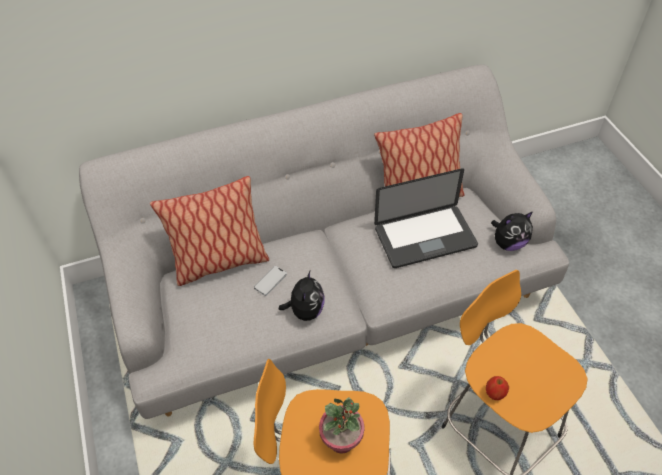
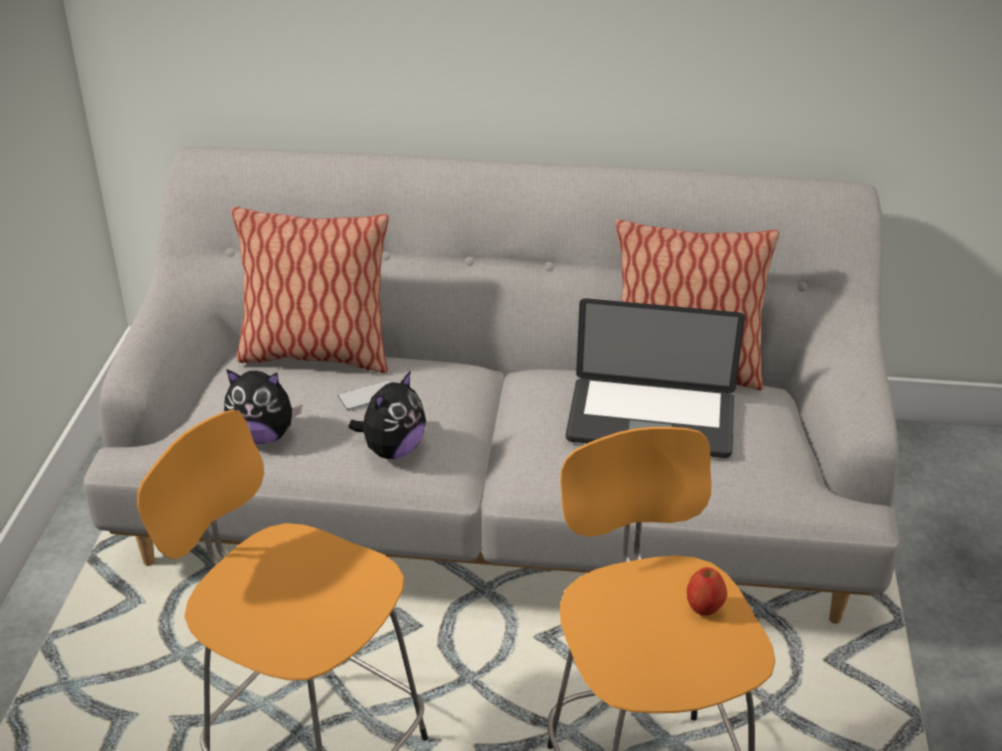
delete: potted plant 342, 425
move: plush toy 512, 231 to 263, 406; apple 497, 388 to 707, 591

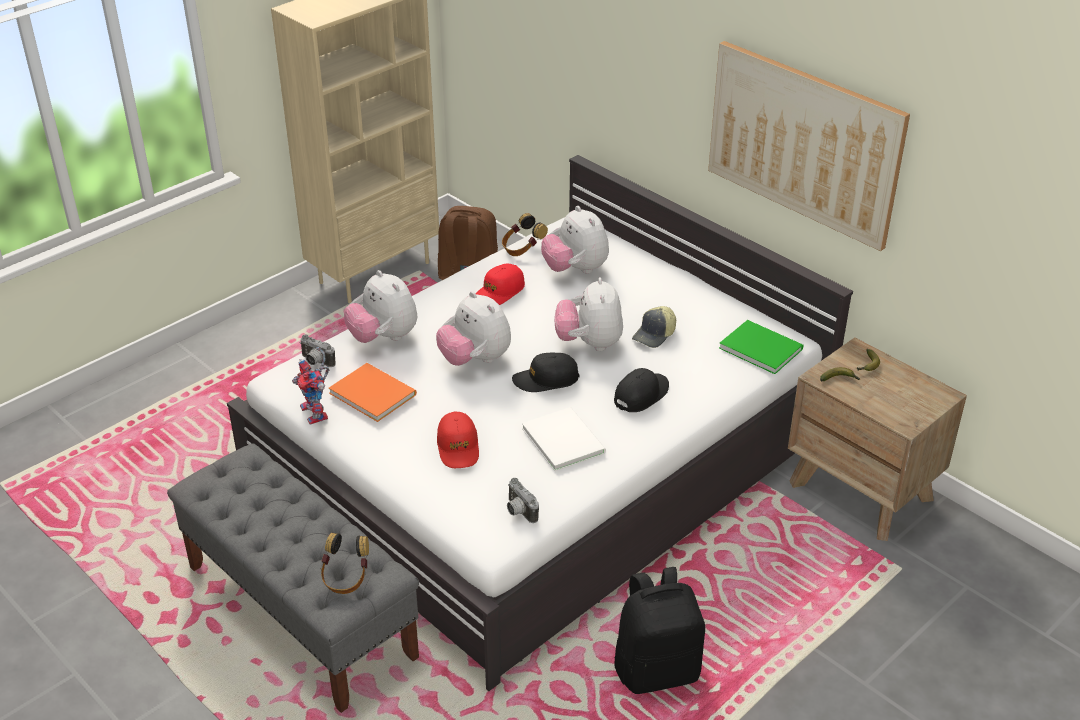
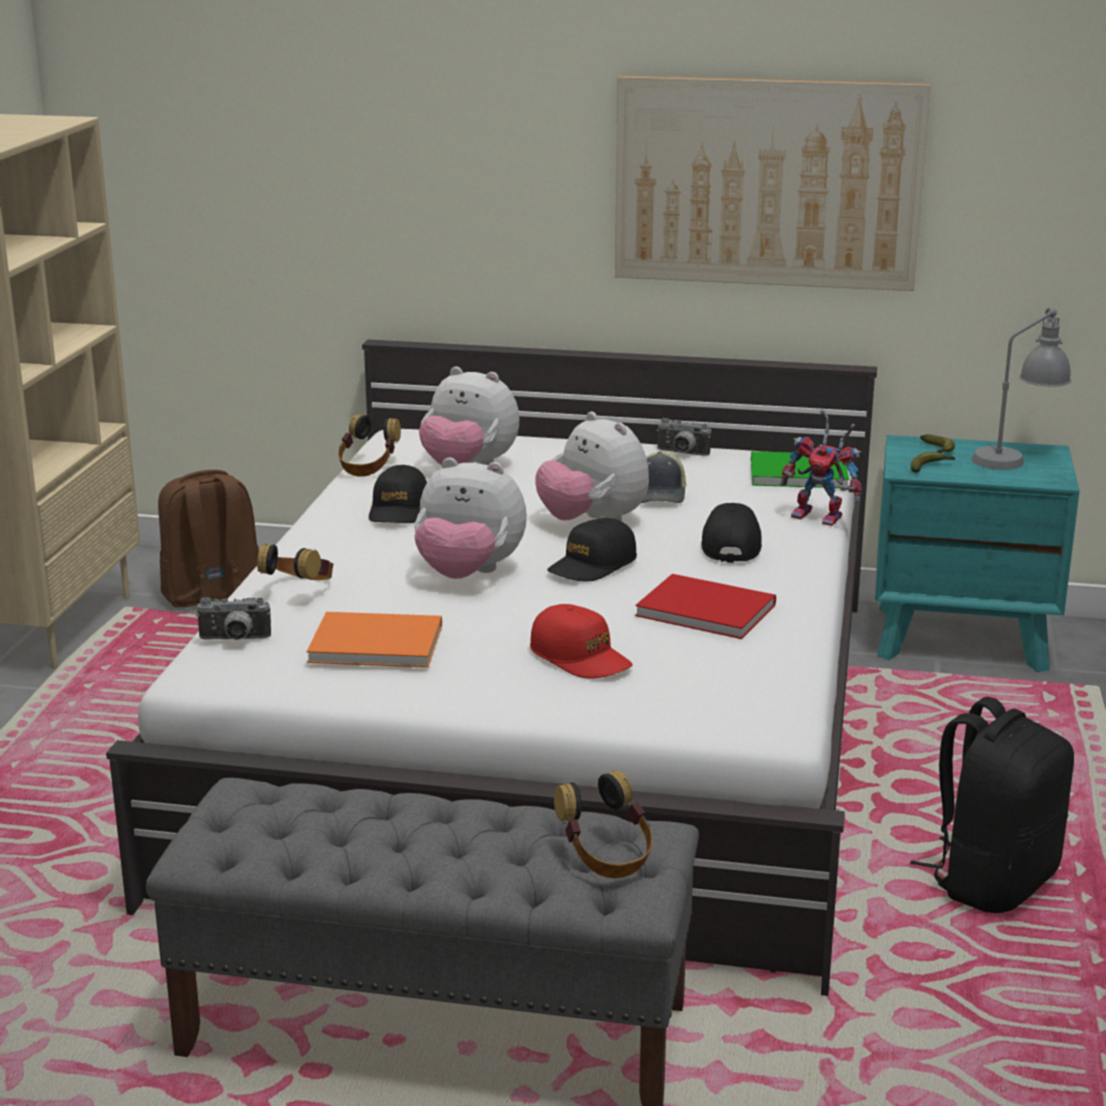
insert: grey table lamp 1022, 389
move: photo camera 523, 500 to 684, 437; toy robot 310, 386 to 821, 467
replace: plush toy 380, 306 to headphones 295, 562
recolor: red cap 500, 284 to black cap 398, 494; white book 564, 439 to red book 705, 606; brown nightstand 877, 439 to turquoise nightstand 977, 554

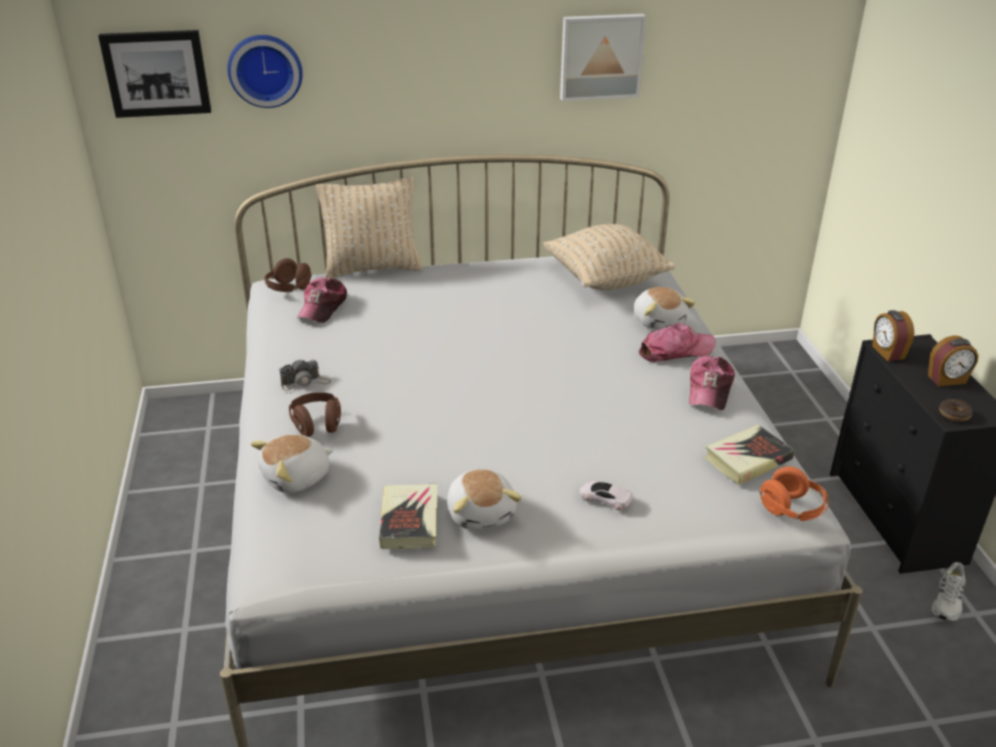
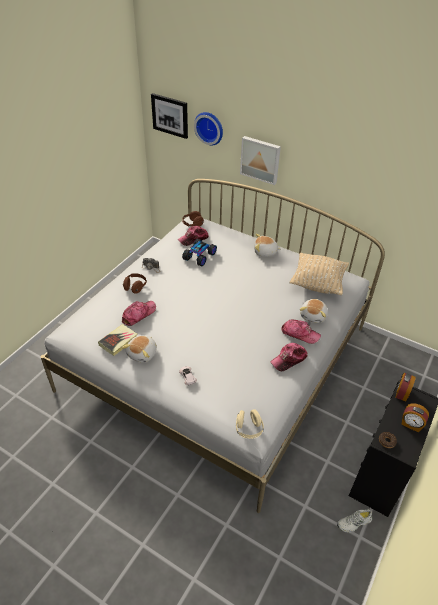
delete: beige pillow 369, 227; book 749, 455
insert: cap 139, 313; toy car 199, 253
move: picture 603, 57 to 260, 160; plush toy 291, 463 to 267, 245
recolor: orange headphones 794, 494 to beige headphones 250, 424

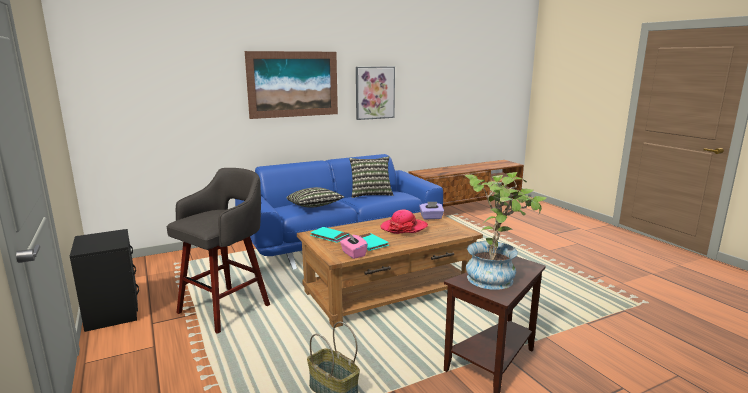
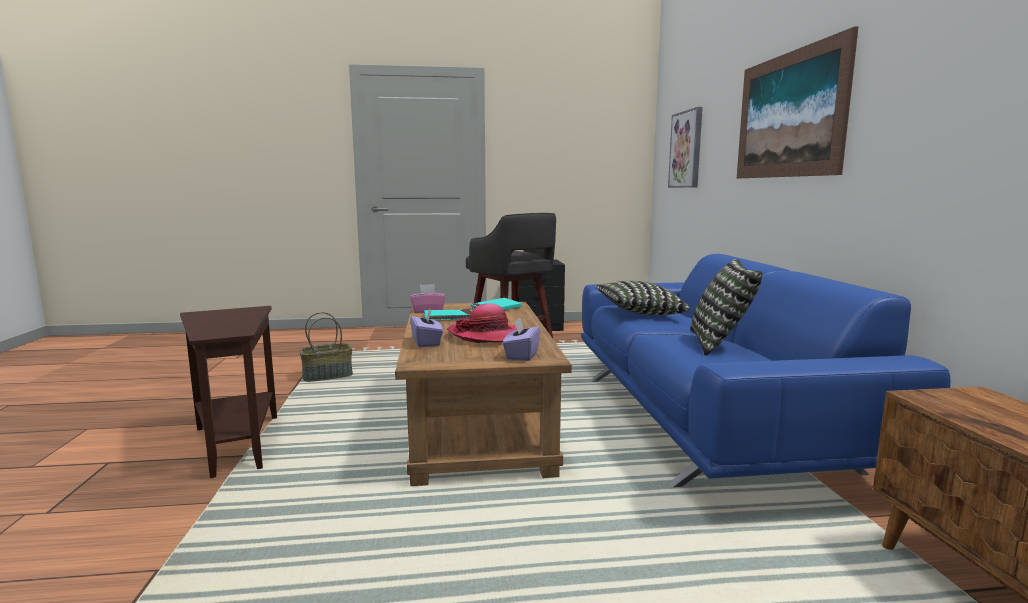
delete: potted plant 506, 230
insert: purple tissue box 426, 328
move: picture 375, 93 to 685, 147

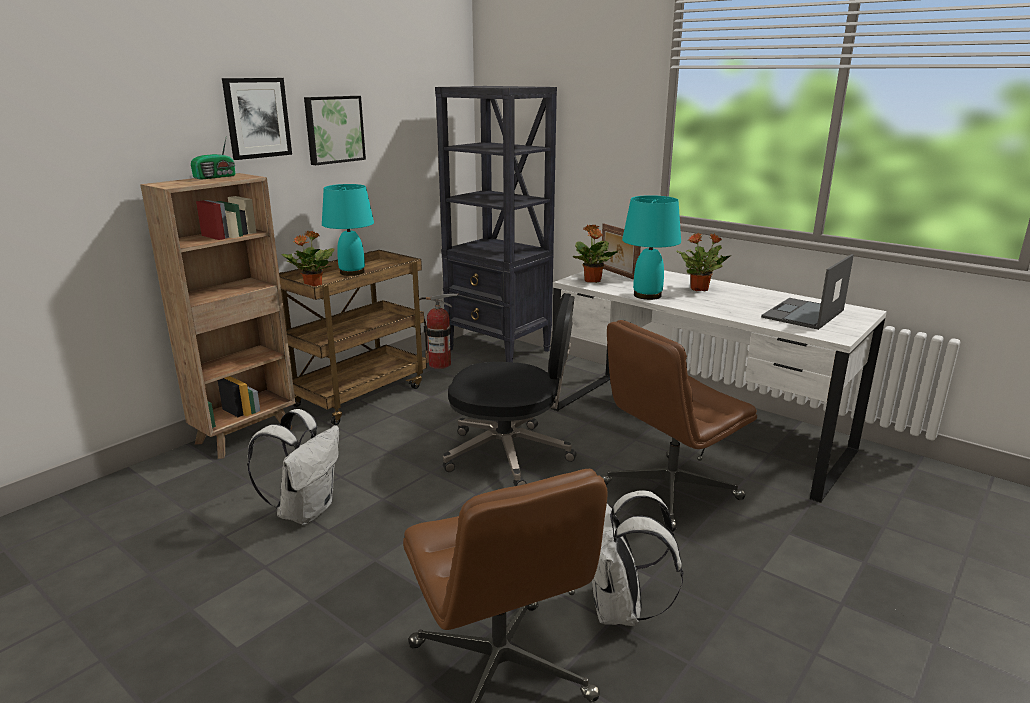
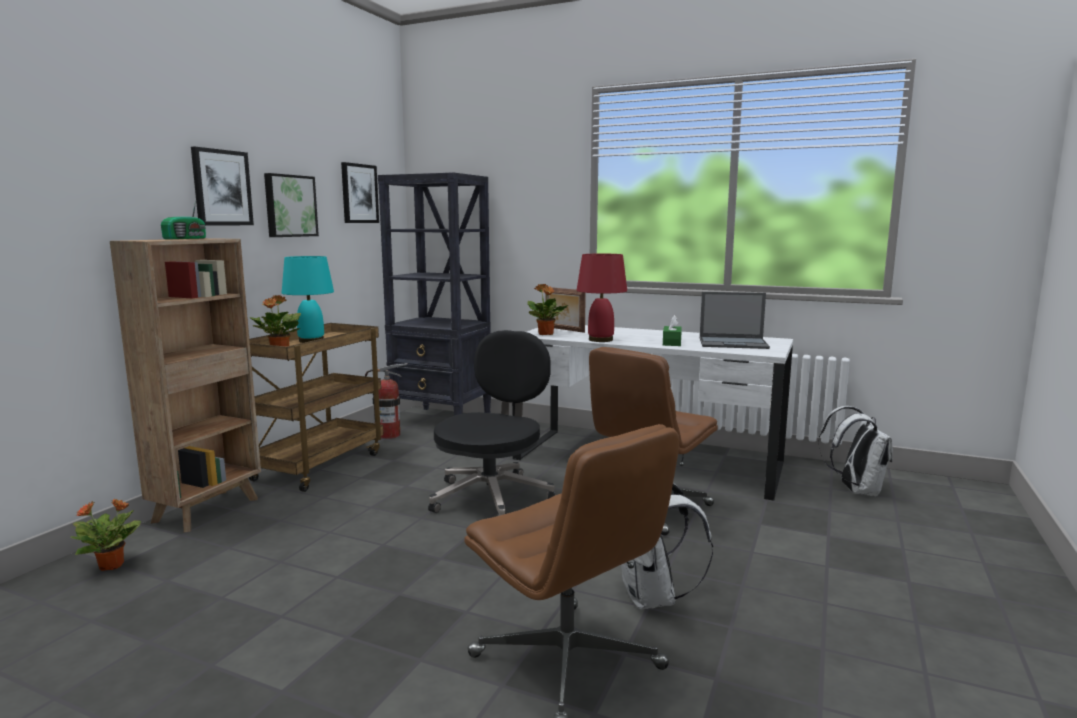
insert: picture 360, 192; green tissue box 672, 330
move: potted plant 704, 262 to 105, 535; white backpack 293, 467 to 855, 451
recolor: turquoise table lamp 651, 247 to red table lamp 601, 298
rotate: black office chair 510, 389 = 491, 423 60 degrees counterclockwise; laptop 807, 292 = 735, 320 105 degrees counterclockwise

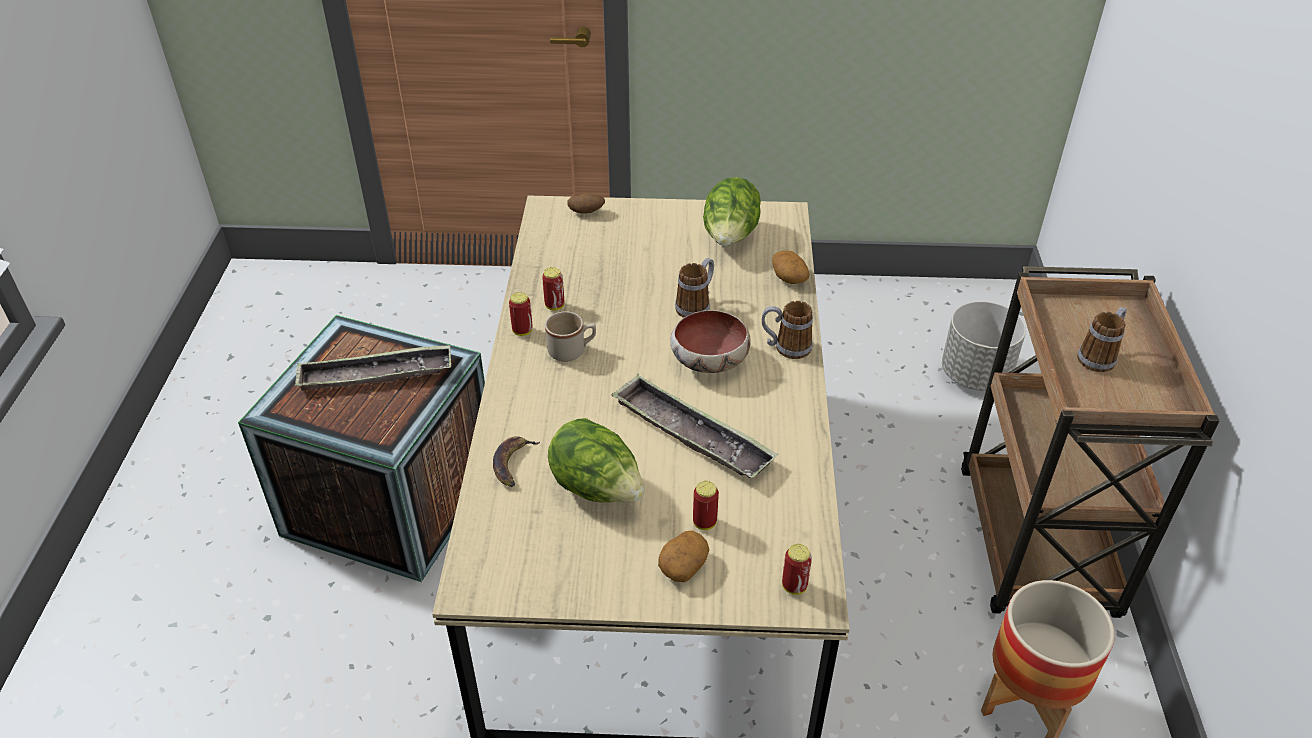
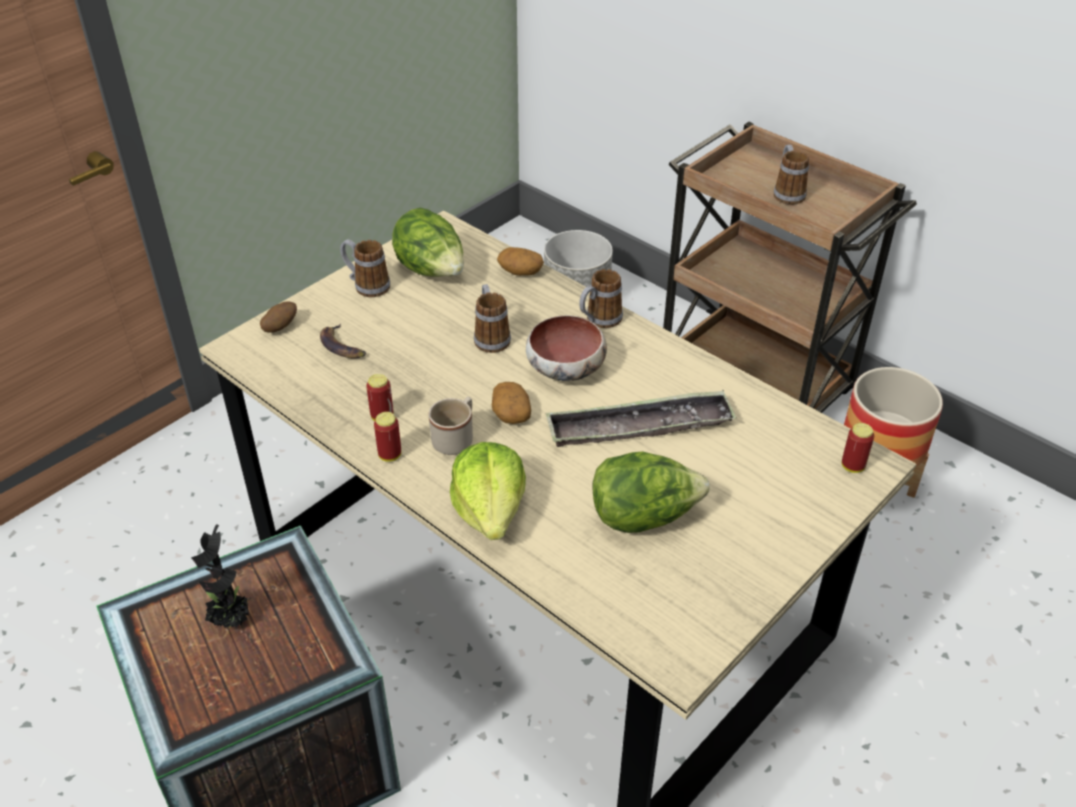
delete: can 706, 505
insert: mug 365, 268; lettuce 488, 491
move: banana 516, 461 to 343, 341; potato 683, 556 to 511, 403
replace: tray 373, 367 to potted plant 221, 576

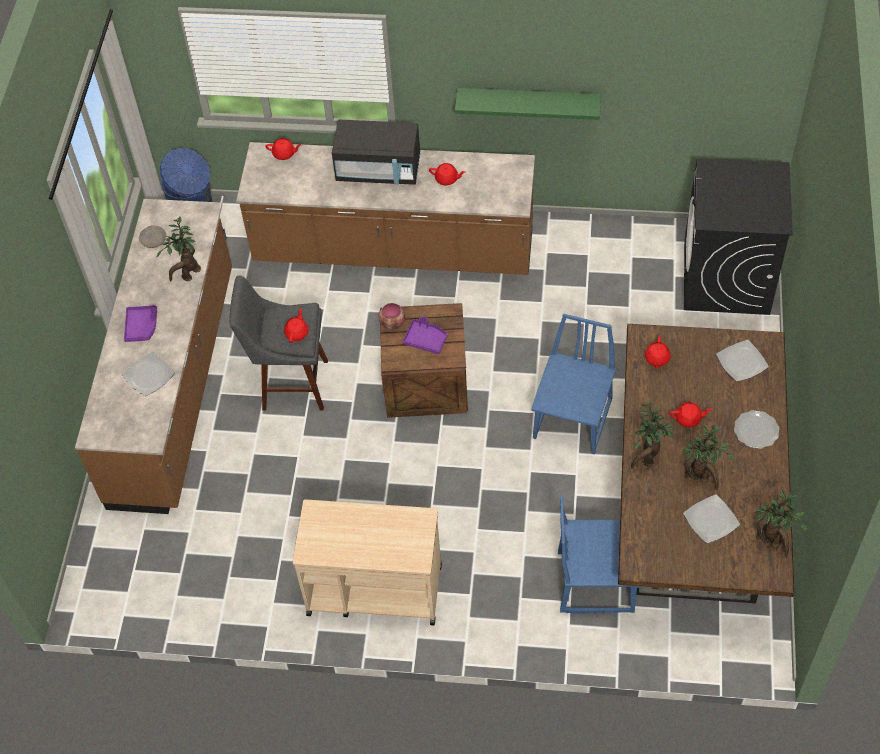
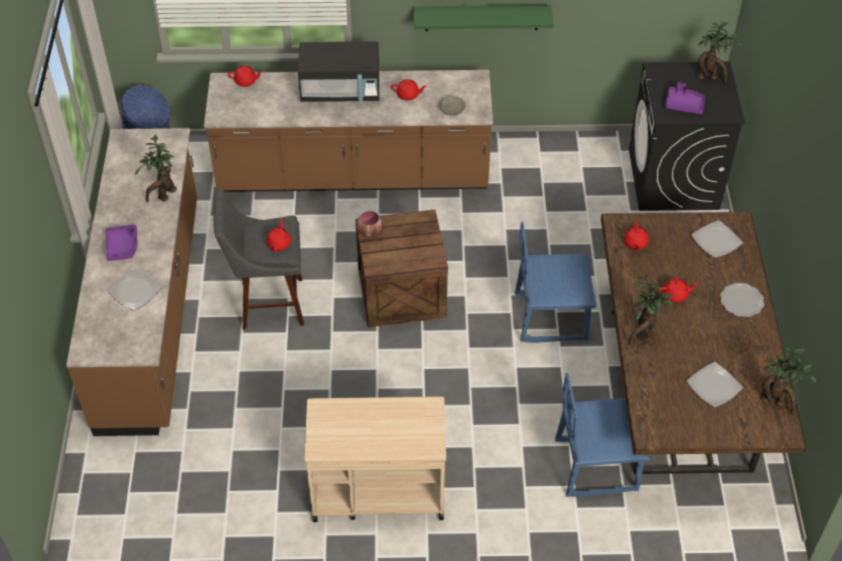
move: grey bowl 152, 236 to 452, 106; purple tray 424, 335 to 685, 98; potted plant 708, 457 to 719, 52
rotate: blue chair 573, 384 = 555, 282 105 degrees counterclockwise

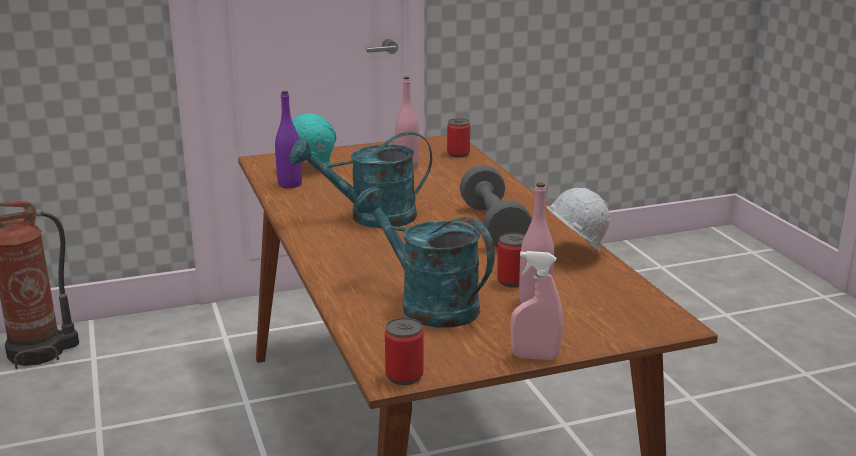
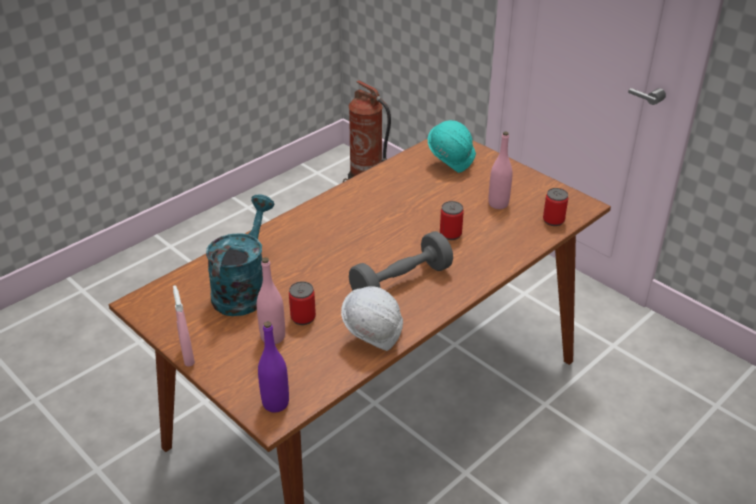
delete: turquoise watering can 361, 180
move: purple bottle 288, 139 to 273, 366; can 404, 351 to 452, 220

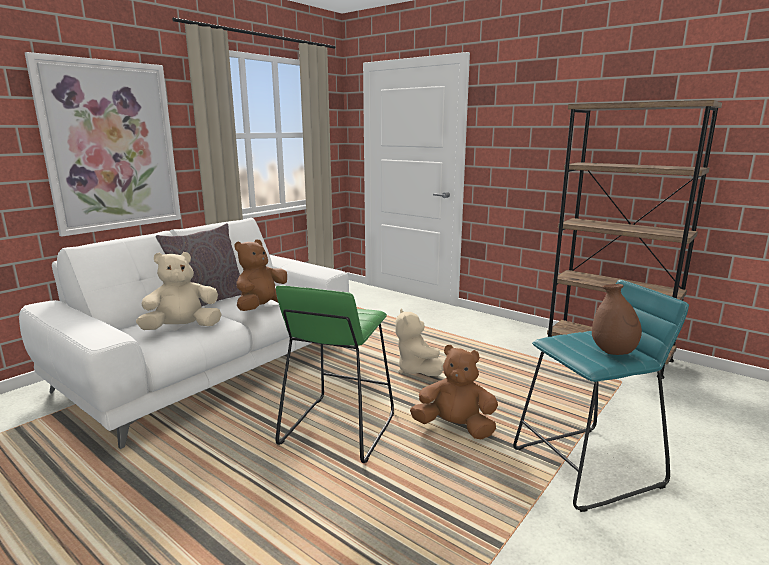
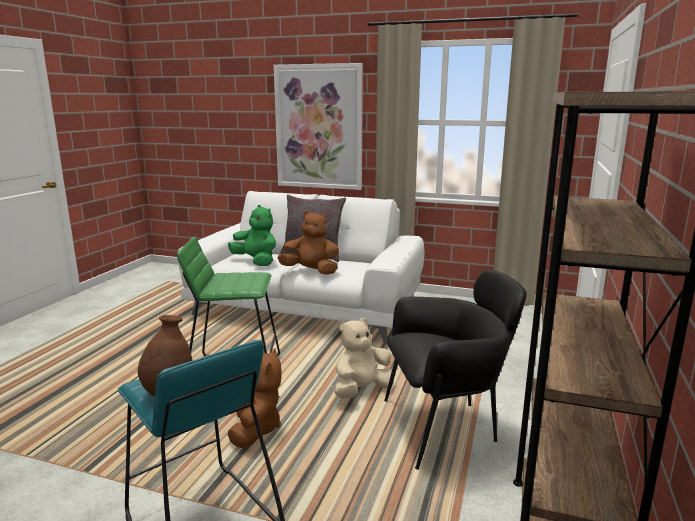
insert: black armchair 455, 370
recolor: beige plush toy 179, 291 to green plush toy 252, 235

